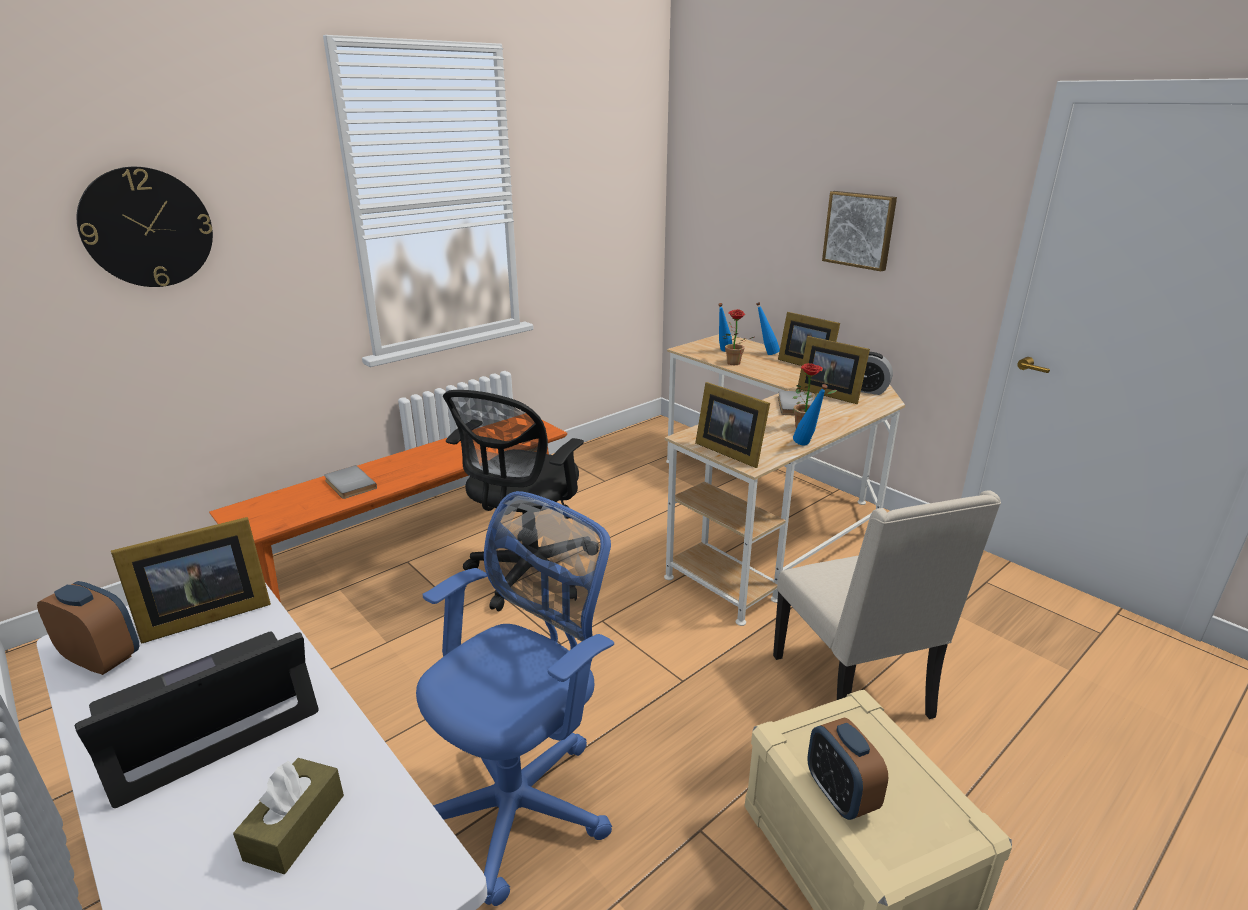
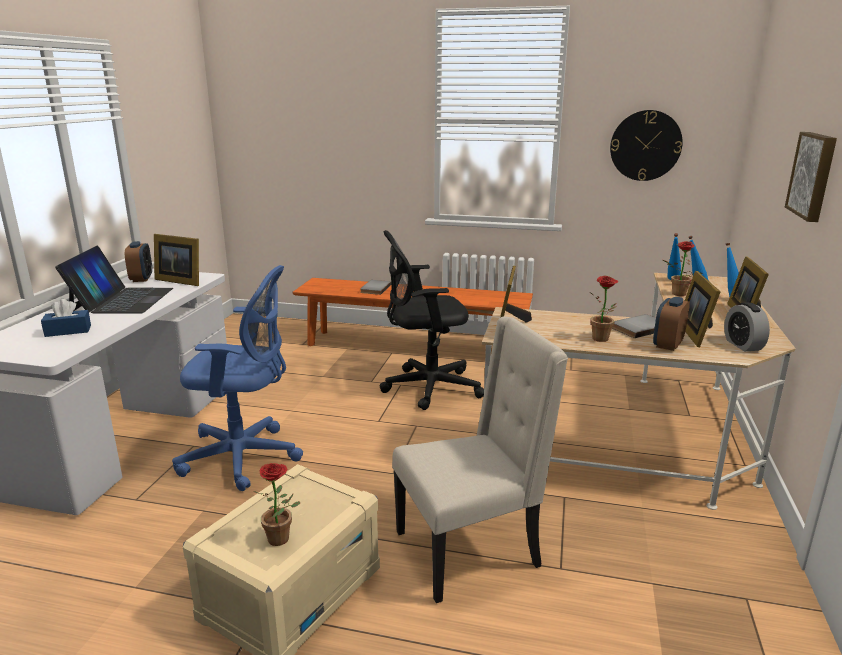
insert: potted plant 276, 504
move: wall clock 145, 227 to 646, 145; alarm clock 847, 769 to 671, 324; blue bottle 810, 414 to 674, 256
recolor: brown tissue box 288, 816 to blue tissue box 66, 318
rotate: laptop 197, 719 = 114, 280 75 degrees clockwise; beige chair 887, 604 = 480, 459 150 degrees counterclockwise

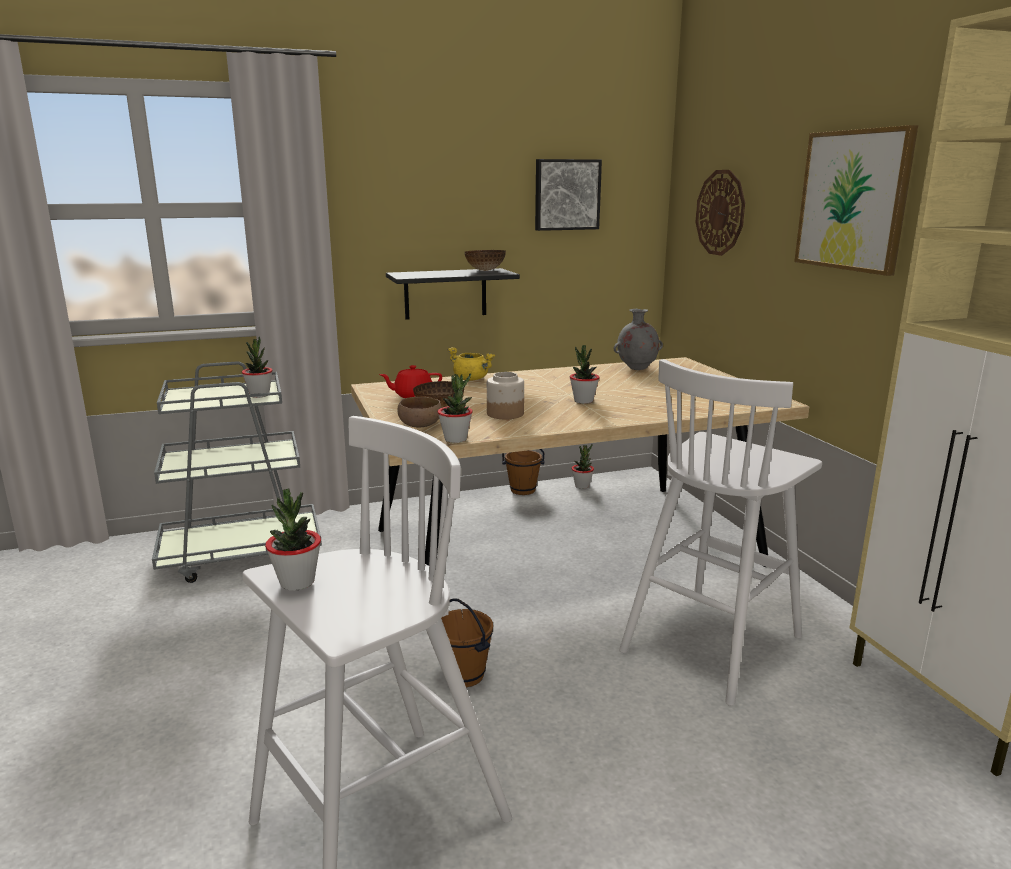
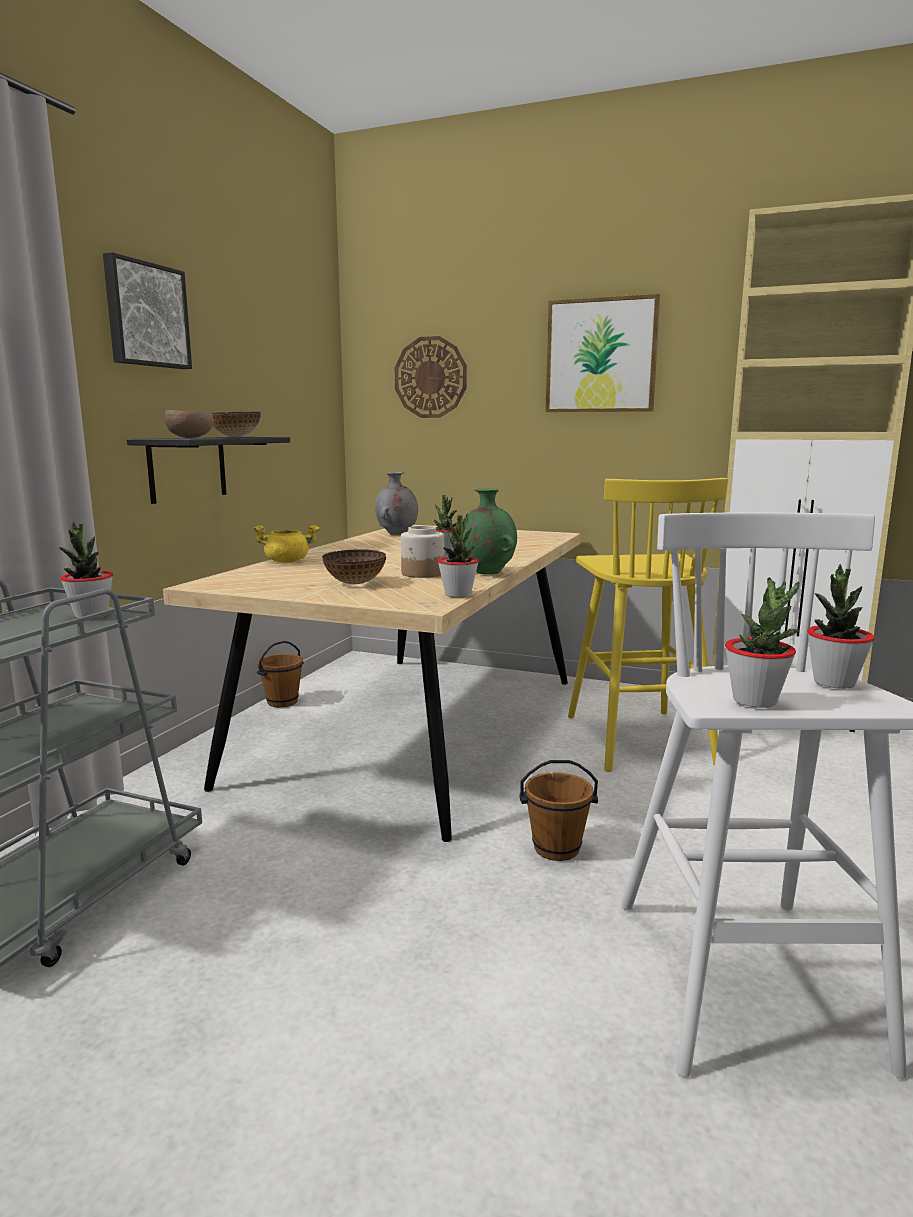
delete: red teapot 410, 381
insert: green vase 489, 531
move: picture 568, 195 to 147, 310; brown bowl 419, 412 to 189, 424; potted plant 583, 466 to 841, 626
recolor: white stool 720, 532 to yellow stool 648, 625

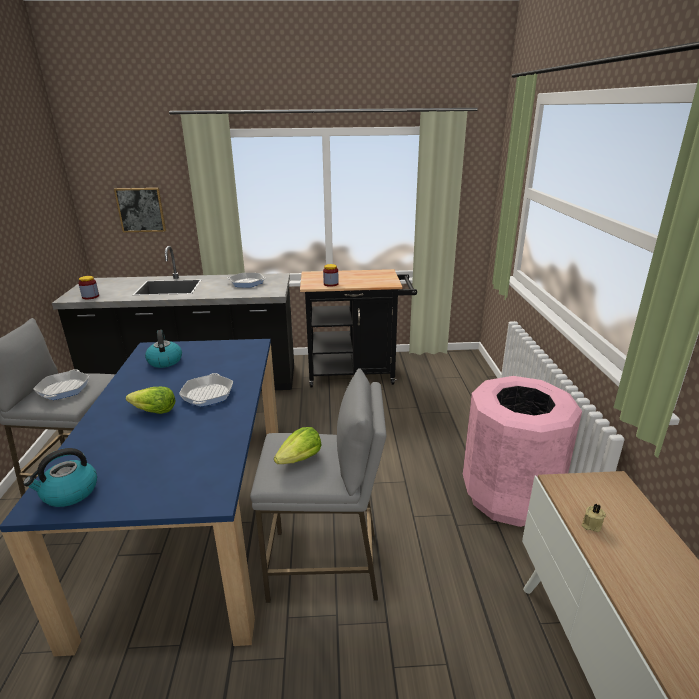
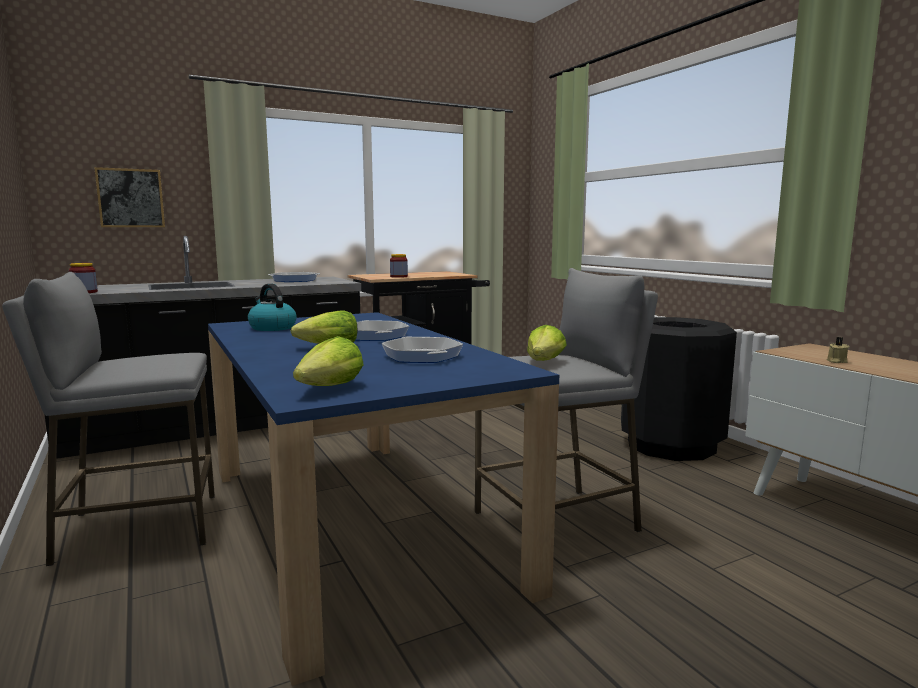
move: frying pan 61, 384 to 422, 349
replace: kettle 60, 477 to lettuce 328, 361
recolor: pink trash can 522, 451 to black trash can 679, 389

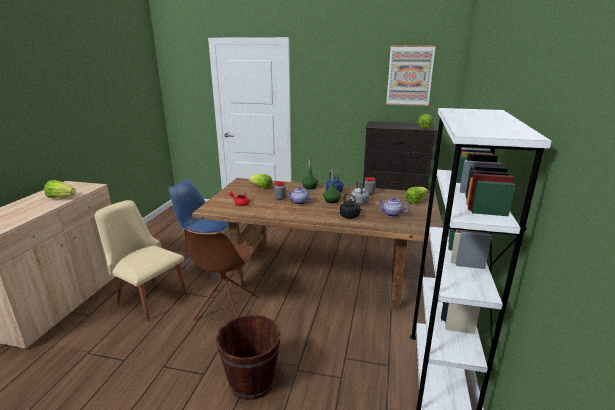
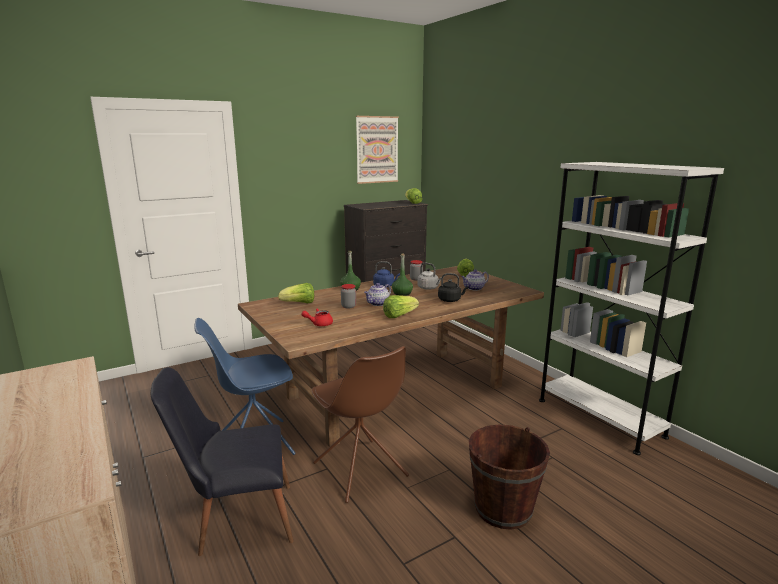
move: lettuce 60, 189 to 401, 306
recolor: beige chair 141, 261 to black chair 222, 461

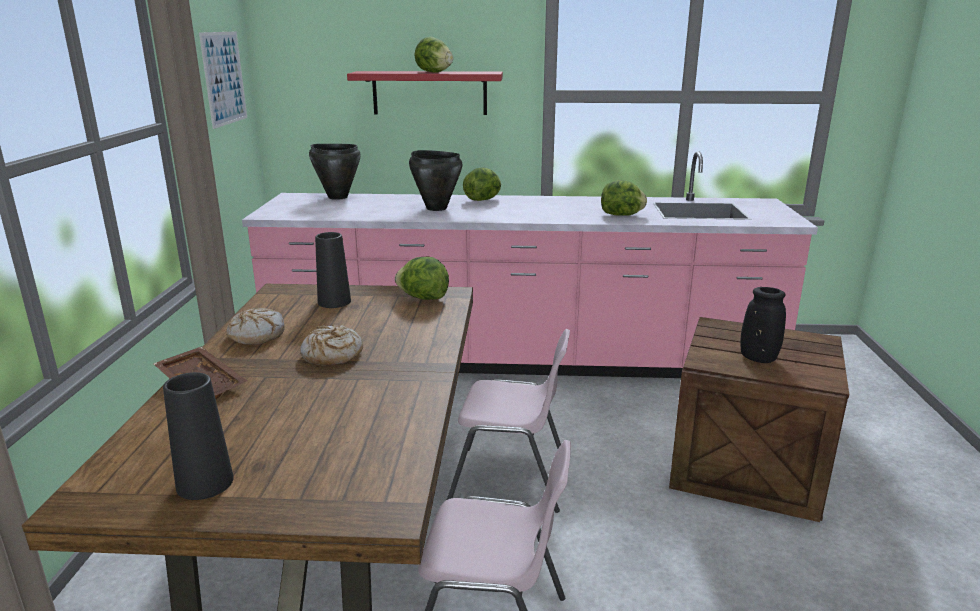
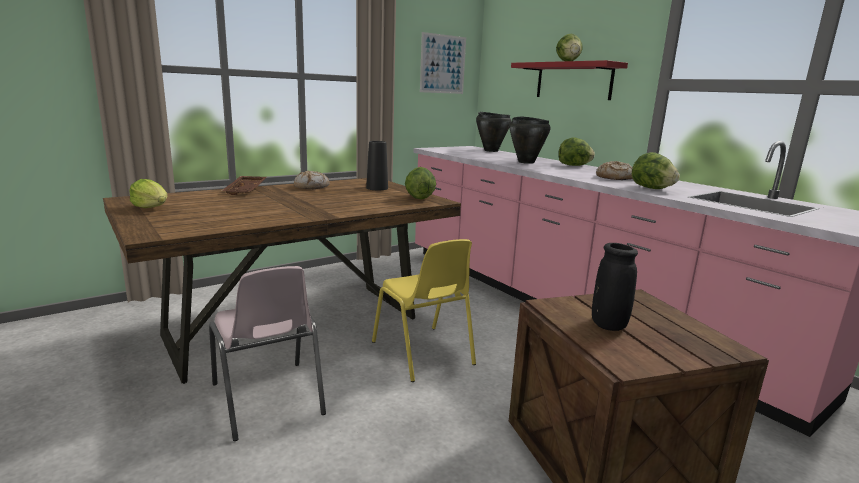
move: bread 331, 345 to 614, 170
replace: black vase 198, 436 to lettuce 148, 193
recolor: pink chair 508, 421 to yellow chair 424, 310

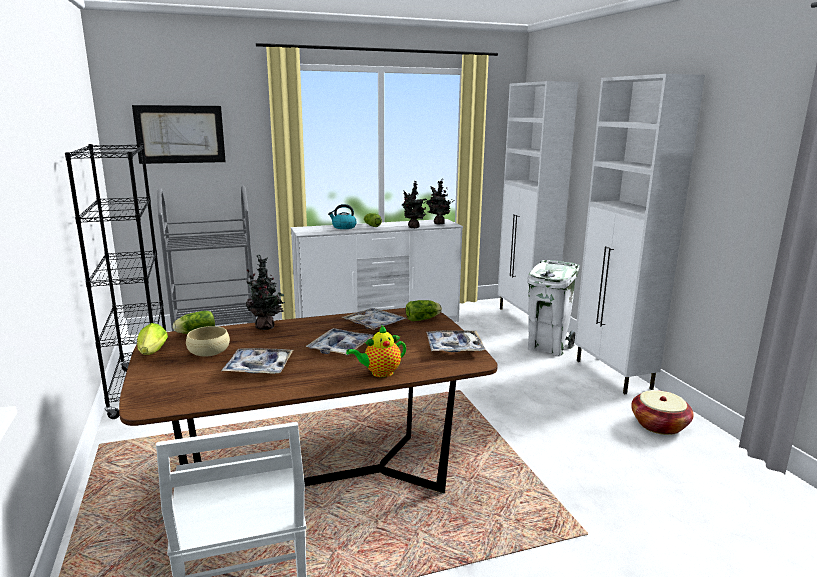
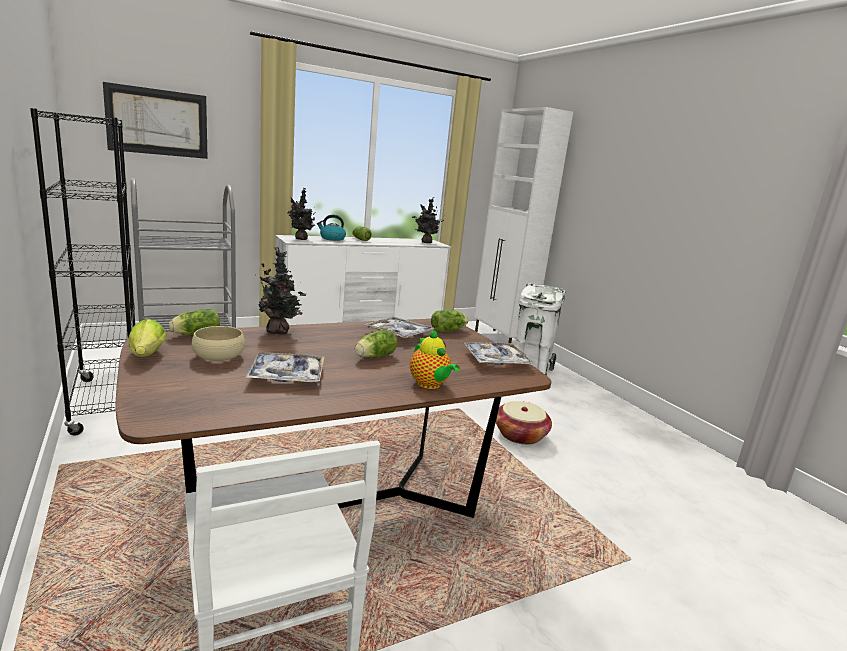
delete: white cabinet 639, 234
move: potted plant 414, 204 to 301, 214; basket 662, 412 to 524, 423
replace: tray 339, 341 to lettuce 376, 343
rotate: teapot 376, 351 = 435, 359 90 degrees counterclockwise

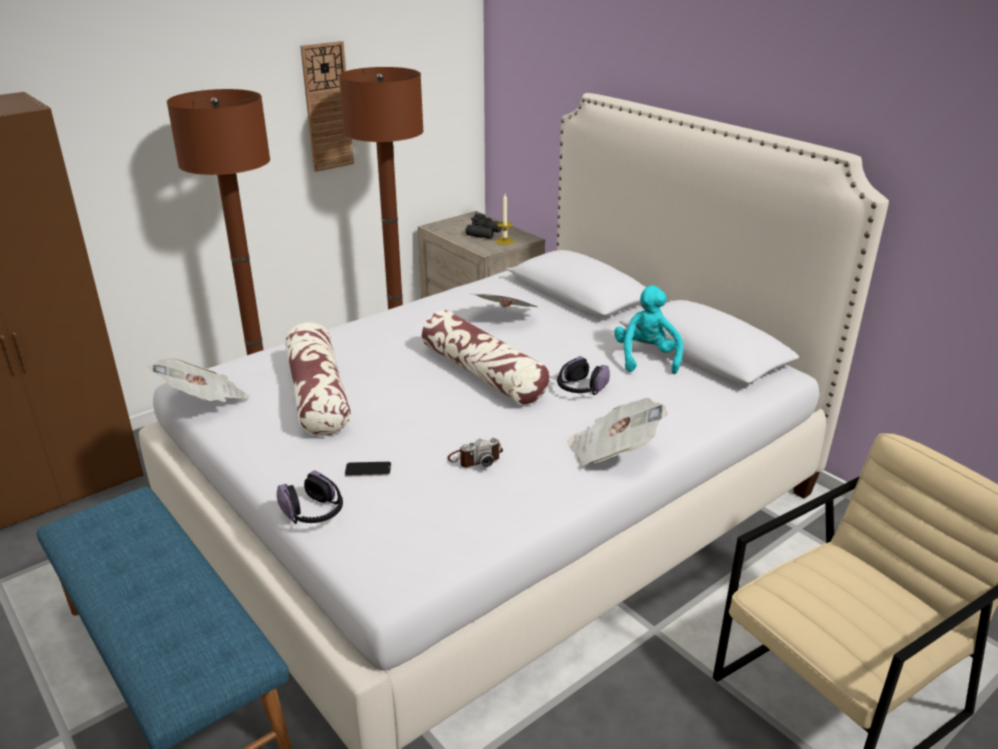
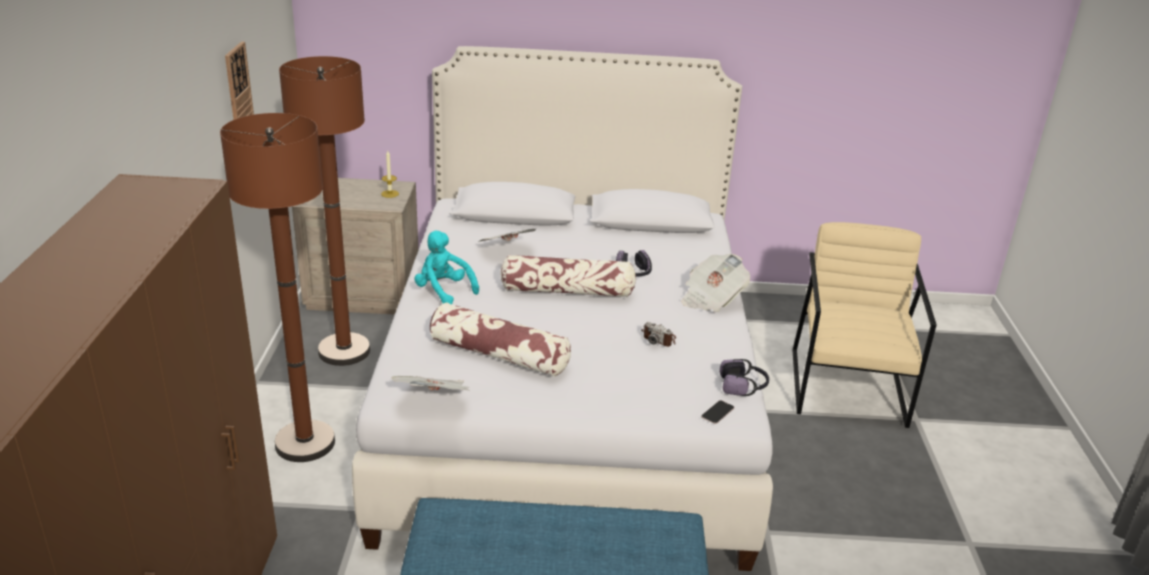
delete: black binoculars 484, 226
move: turquoise plush toy 648, 329 to 446, 267; phone 368, 469 to 717, 412; headphones 310, 497 to 744, 377
rotate: photo camera 475, 452 = 658, 334 105 degrees clockwise

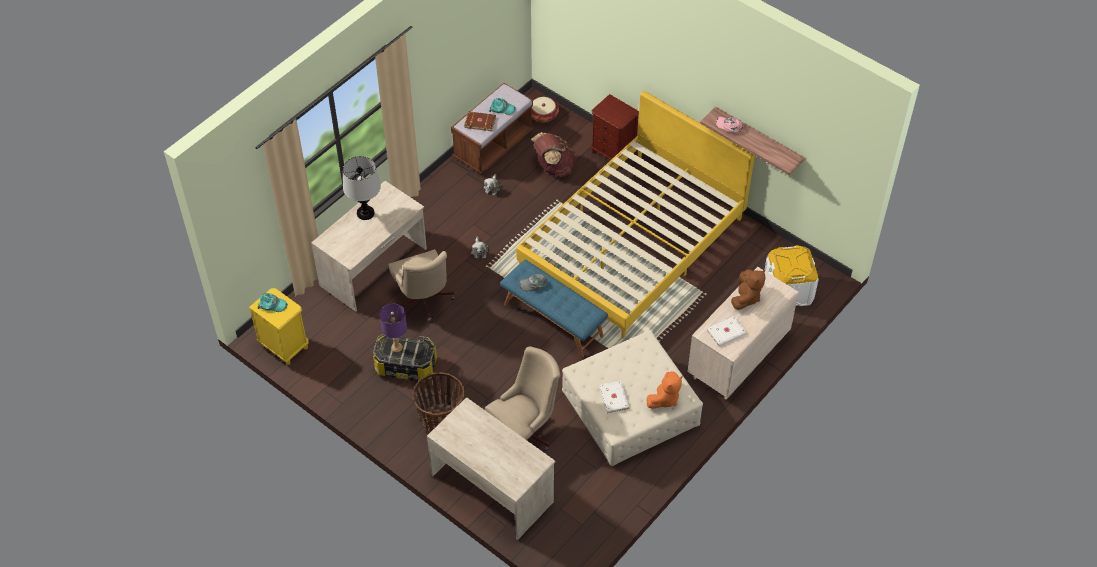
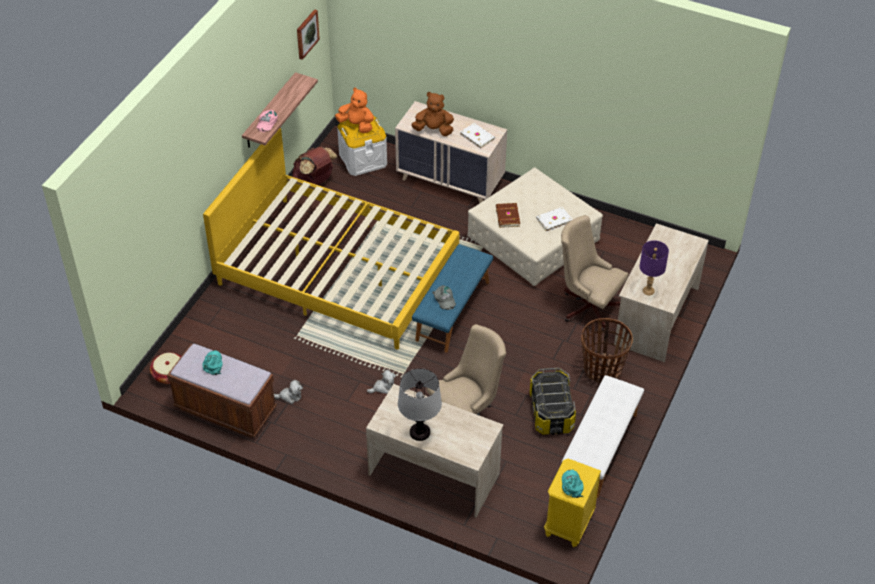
delete: brown nightstand 614, 131
insert: picture 308, 34; white bench 603, 436
move: brown backpack 554, 154 to 314, 166; orange plush toy 664, 390 to 354, 110; brown book 480, 121 to 508, 215; purple table lamp 393, 328 to 654, 267

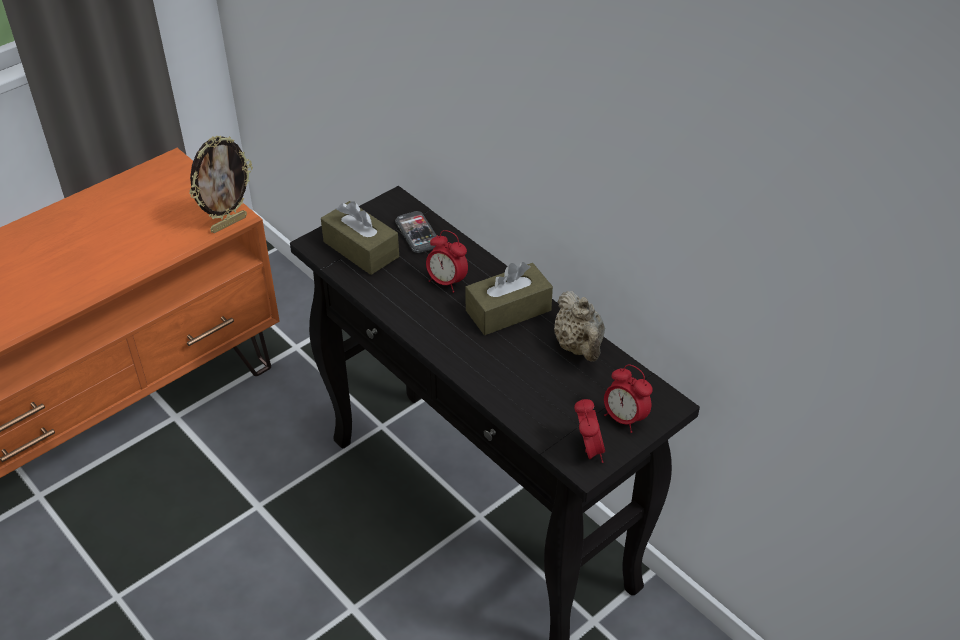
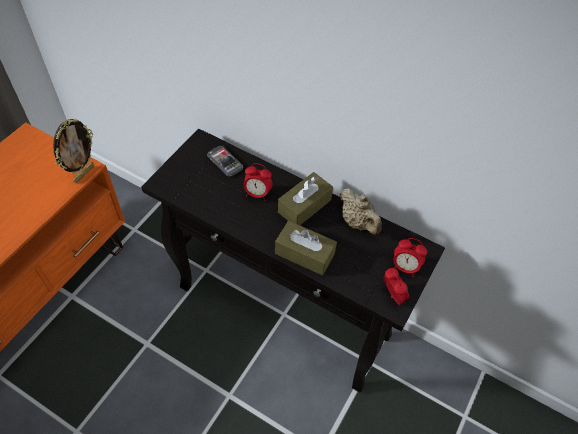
move: brown tissue box 360, 238 to 306, 248

